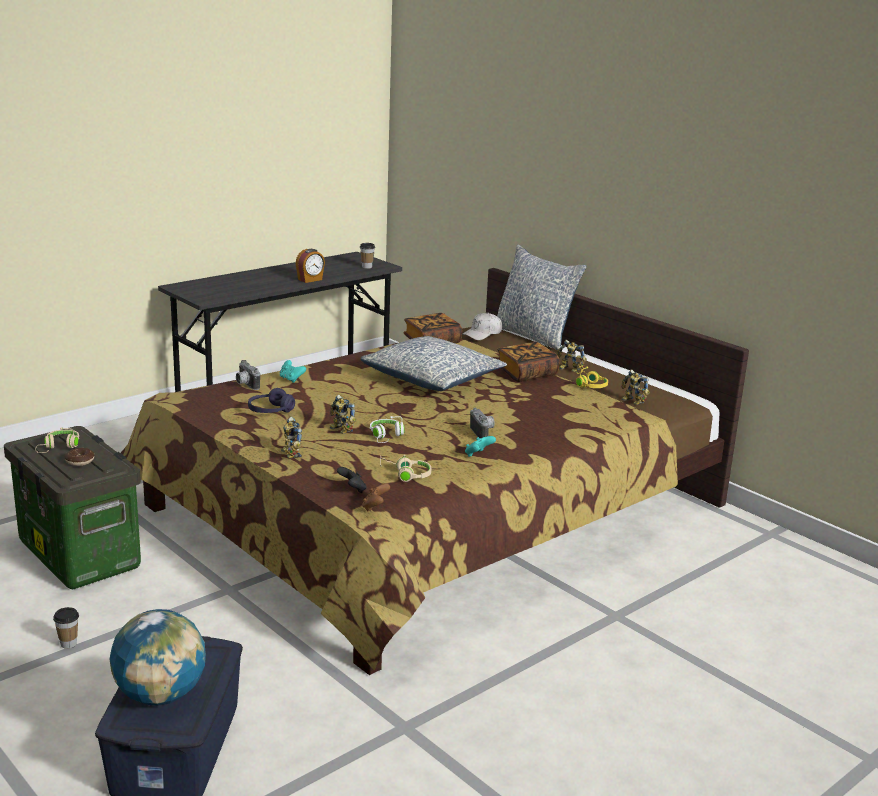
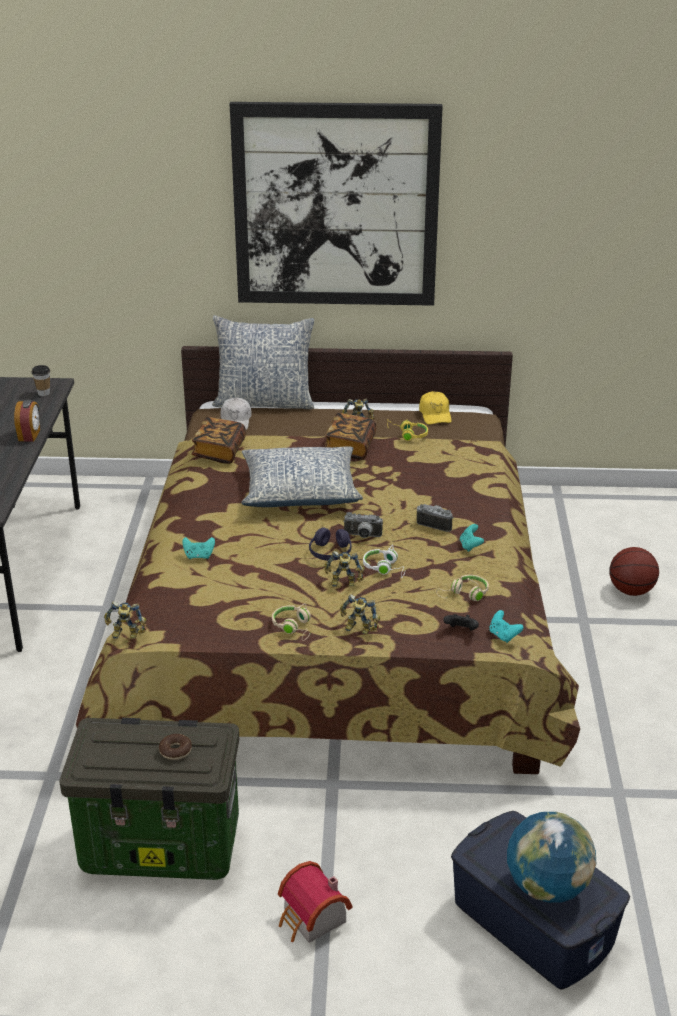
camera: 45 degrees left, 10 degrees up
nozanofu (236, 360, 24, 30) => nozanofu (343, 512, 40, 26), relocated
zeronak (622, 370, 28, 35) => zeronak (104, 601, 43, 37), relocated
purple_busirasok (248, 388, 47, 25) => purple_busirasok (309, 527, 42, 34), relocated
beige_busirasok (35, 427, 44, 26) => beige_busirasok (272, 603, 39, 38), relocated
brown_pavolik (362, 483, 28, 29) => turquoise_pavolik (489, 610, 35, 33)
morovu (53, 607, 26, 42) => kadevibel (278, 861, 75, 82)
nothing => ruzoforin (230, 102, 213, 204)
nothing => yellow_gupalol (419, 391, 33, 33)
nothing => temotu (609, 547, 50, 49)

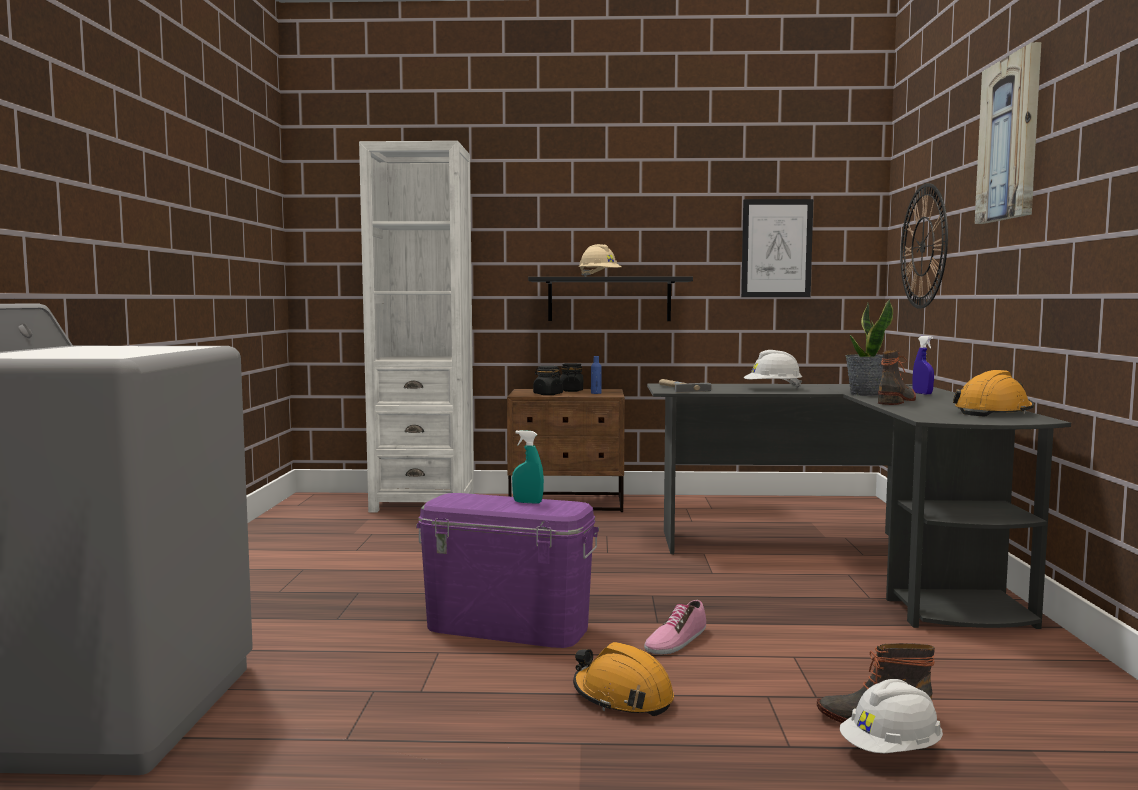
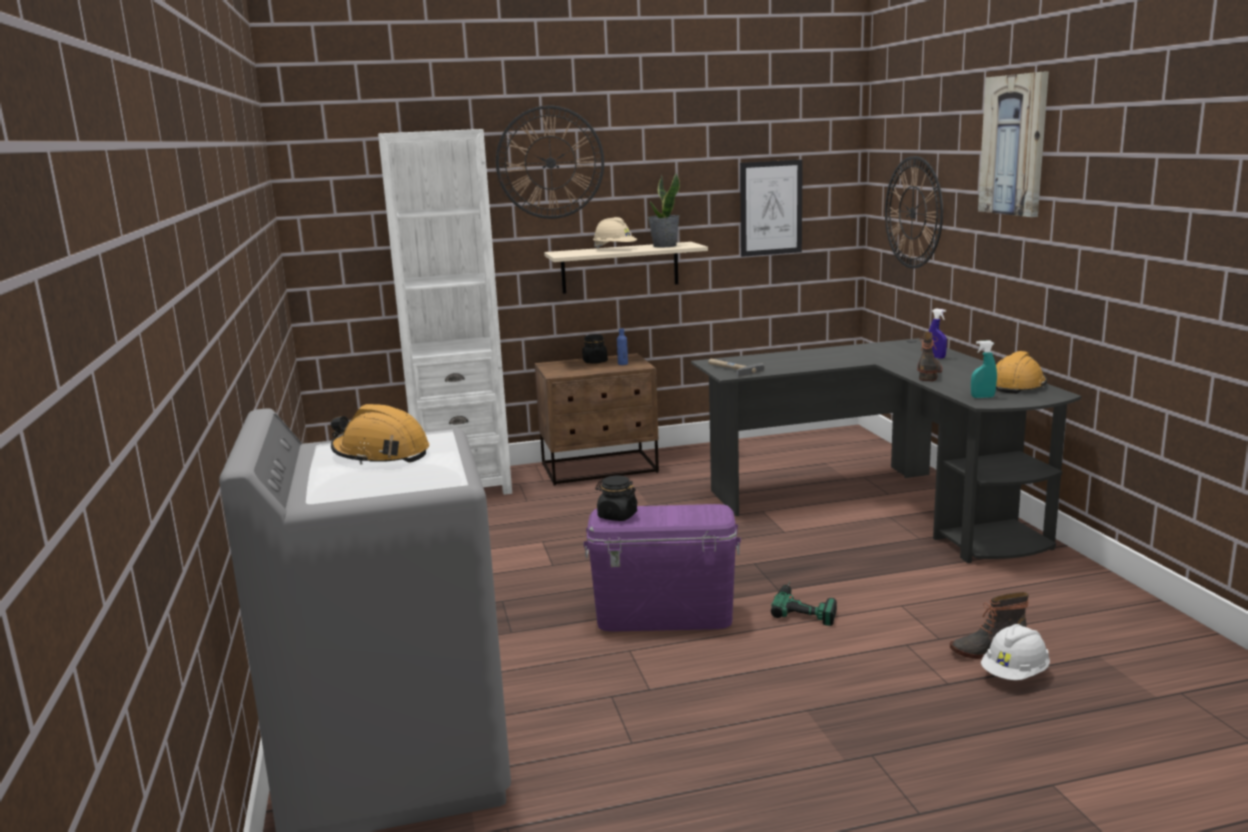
camera: 15 degrees left, 10 degrees up
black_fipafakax (528, 277, 165, 44) => beige_fipafakax (544, 242, 164, 52)
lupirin (845, 299, 48, 97) => lupirin (648, 172, 32, 76), relocated
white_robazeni (744, 350, 58, 38) => nothing
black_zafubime (533, 366, 30, 29) => black_zafubime (595, 476, 43, 45), relocated
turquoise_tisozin (512, 430, 32, 74) => turquoise_tisozin (971, 341, 26, 57), relocated
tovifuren (644, 600, 62, 55) => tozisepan (771, 581, 66, 45)
orange_robazeni (573, 642, 101, 74) => orange_robazeni (331, 404, 98, 60), relocated
nothing => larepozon (496, 105, 108, 114)

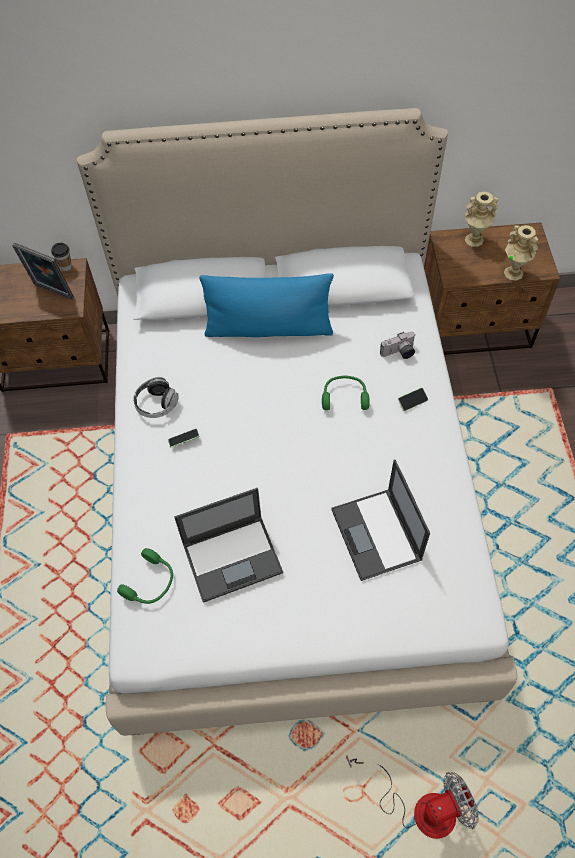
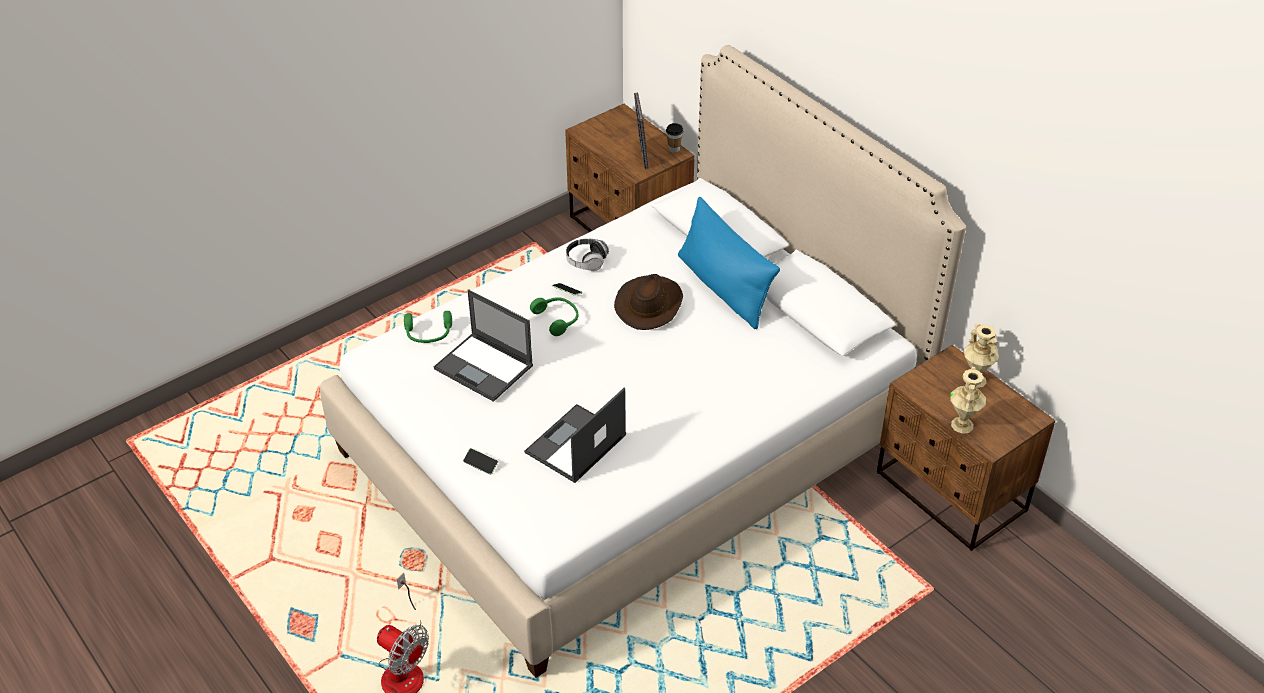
camera: 55 degrees right, 15 degrees down
nozanofu (380, 332, 35, 27) => nothing
green_busirasok (322, 375, 48, 35) => green_busirasok (530, 297, 48, 39), relocated
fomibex (398, 388, 30, 23) => fomibex (463, 448, 35, 27), relocated
nothing => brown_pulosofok (614, 274, 69, 56)

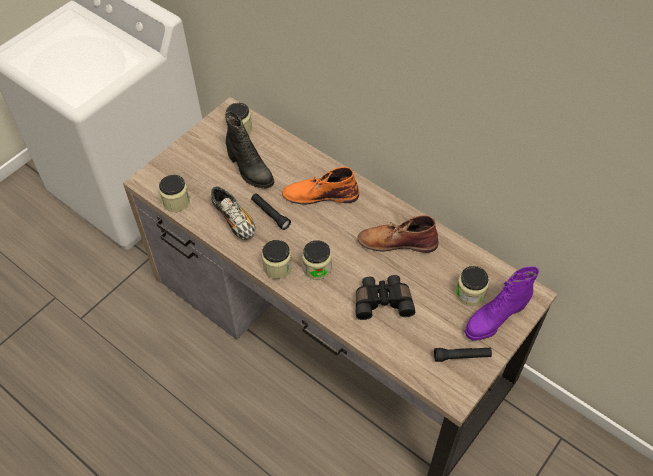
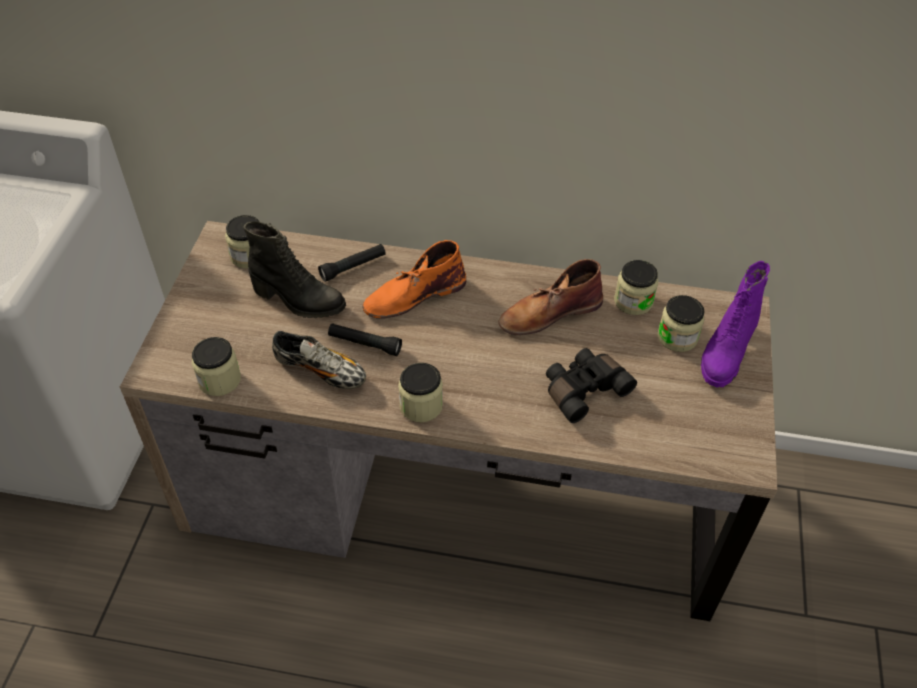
camera: 30 degrees left, 5 degrees down
zafubime (302, 240, 30, 40) => zafubime (614, 260, 44, 55), relocated
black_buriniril (434, 347, 58, 15) => black_buriniril (318, 244, 68, 38), relocated

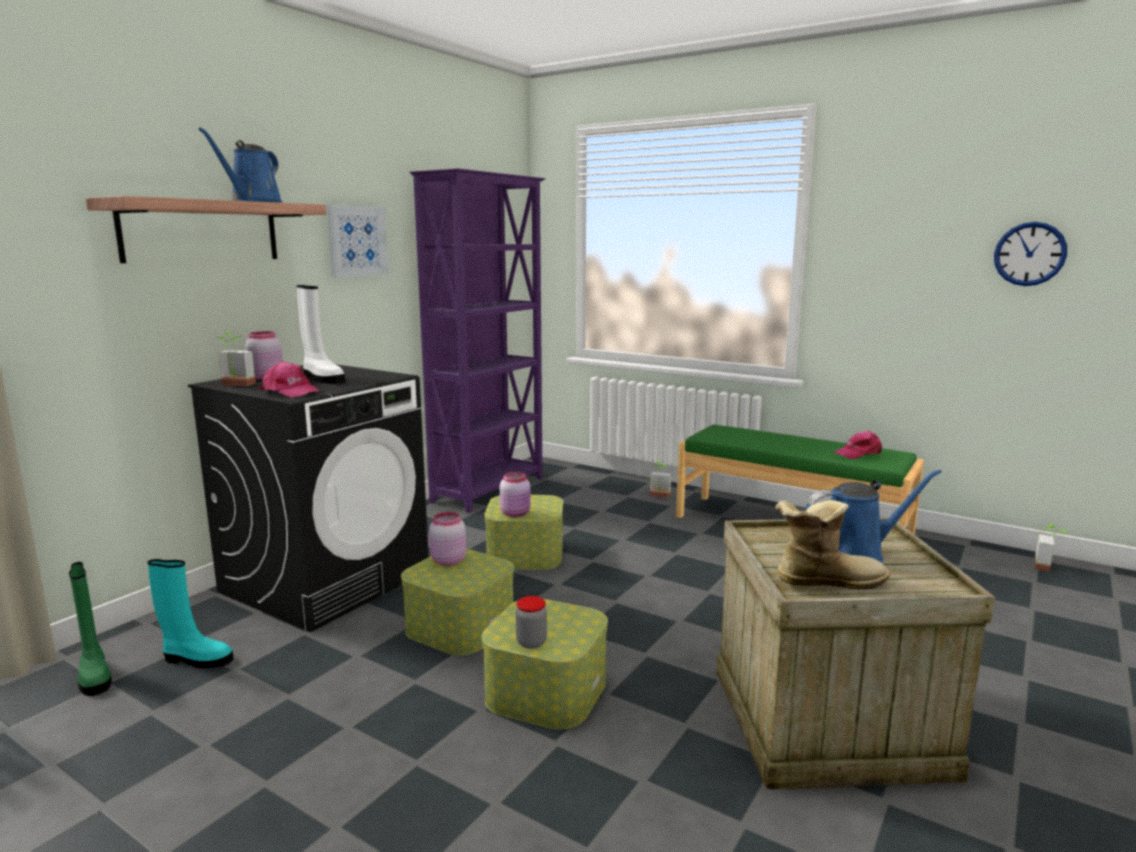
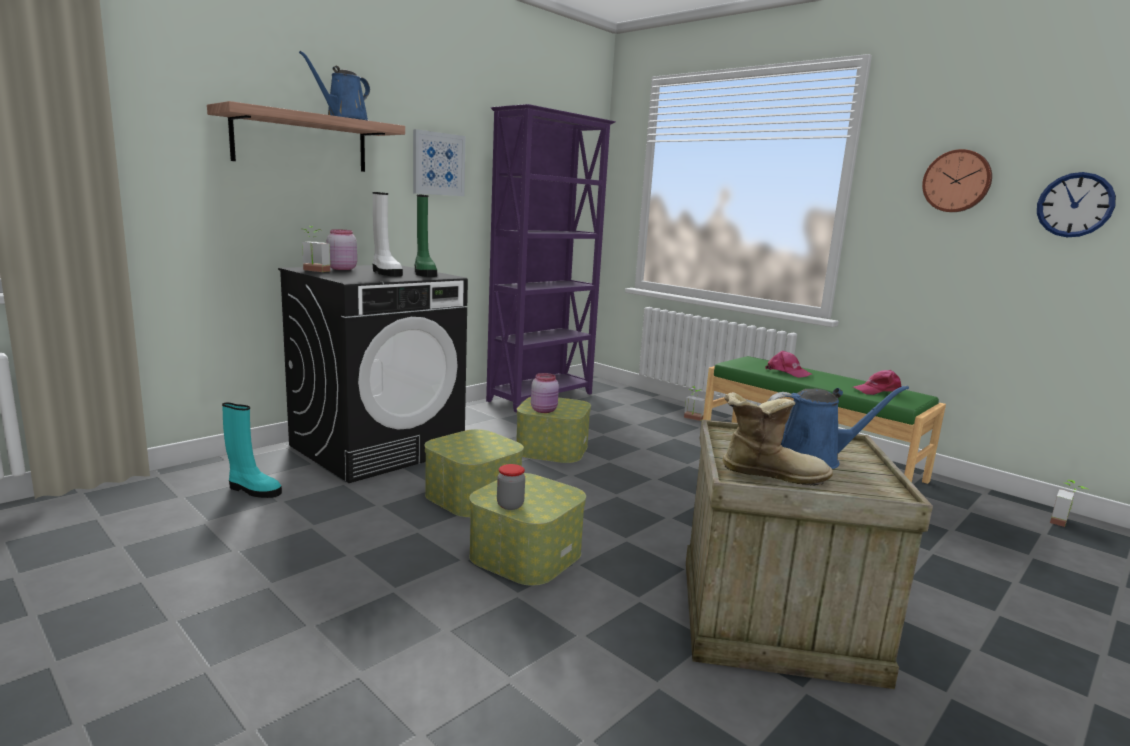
camera: 10 degrees right, 0 degrees up
pink_gupalol (259, 361, 62, 37) => pink_gupalol (765, 351, 47, 27), relocated
pink_zafubime (429, 512, 37, 54) => nothing
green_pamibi (69, 562, 43, 134) => green_pamibi (415, 194, 22, 83), relocated
nothing => larepozon (922, 149, 70, 63)

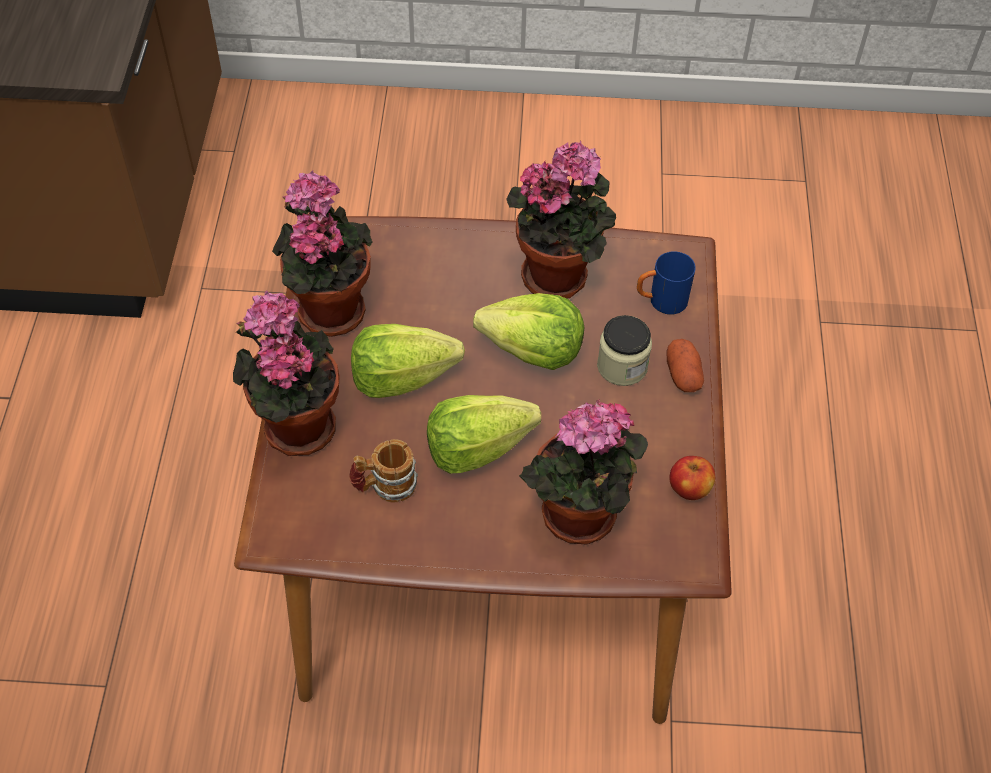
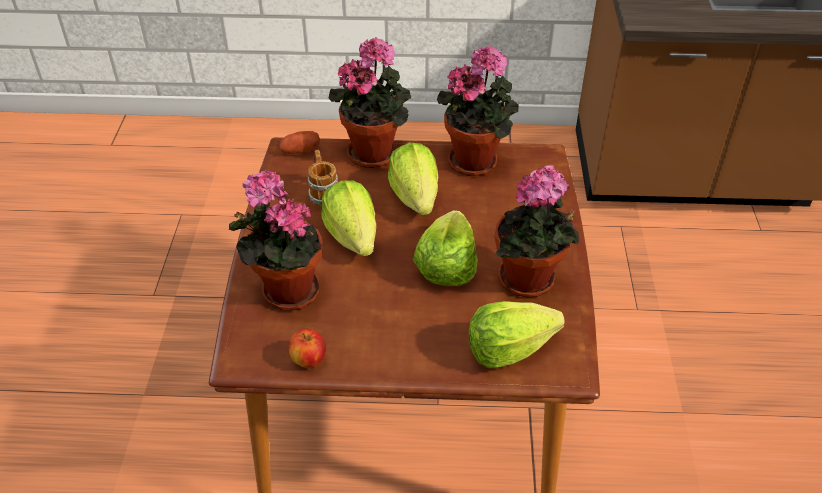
camera: 90 degrees right, 10 degrees down
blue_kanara (637, 251, 59, 64) => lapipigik (469, 301, 96, 67)
zafubime (597, 315, 55, 71) => nothing
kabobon (667, 339, 37, 53) => kabobon (279, 131, 41, 23), relocated

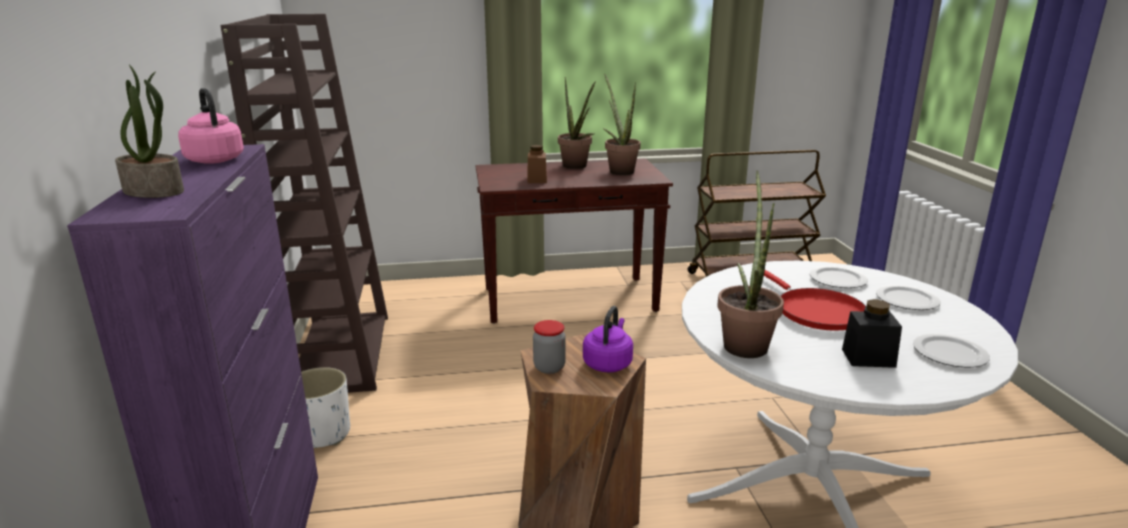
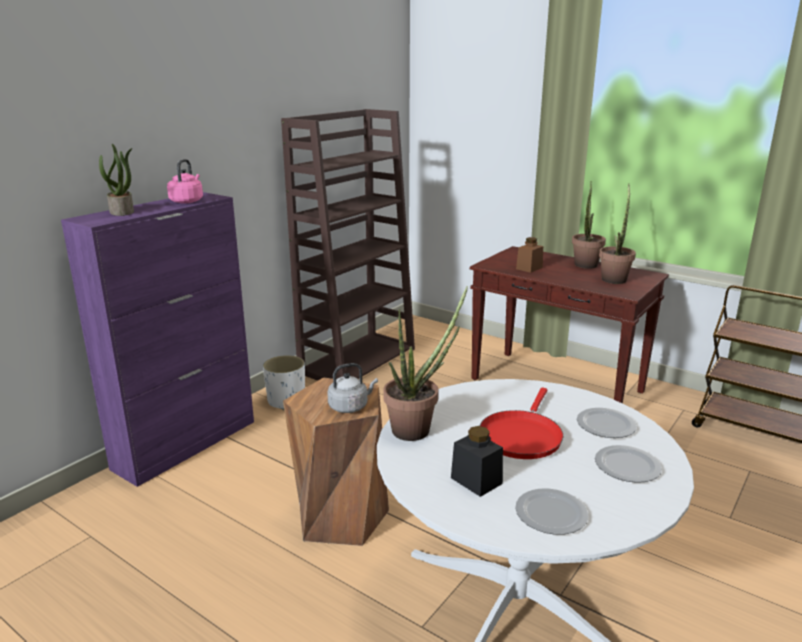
camera: 45 degrees right, 0 degrees up
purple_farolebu (583, 306, 50, 66) => grey_farolebu (327, 363, 51, 50)
zafubime (533, 320, 33, 54) => nothing

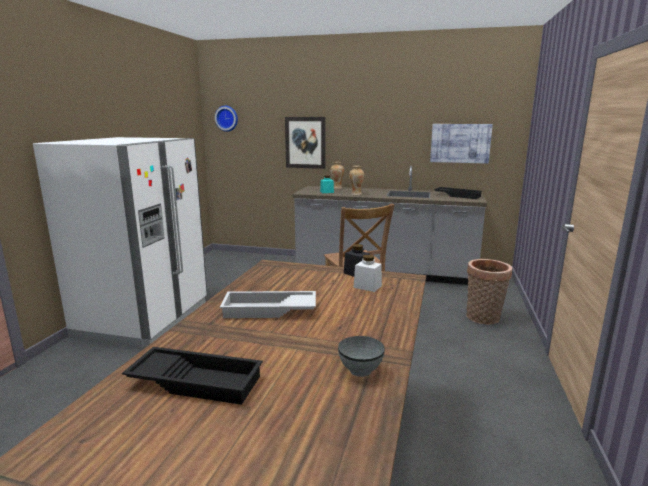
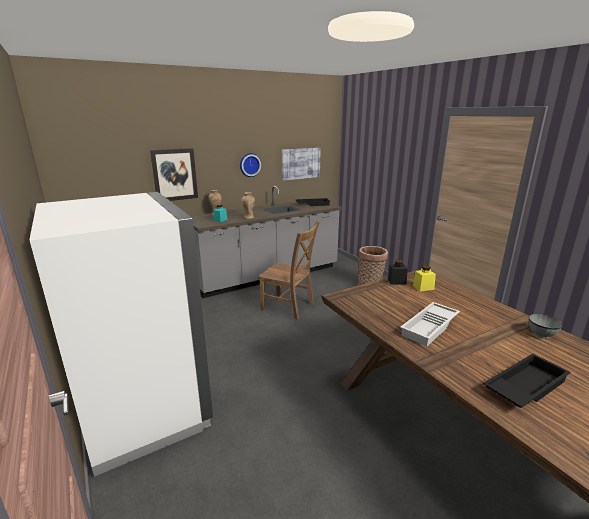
camera: 45 degrees left, 5 degrees up
larepozon (215, 106, 23, 26) => larepozon (240, 153, 21, 24), relocated
white_zafubime (353, 255, 29, 37) => yellow_zafubime (413, 265, 23, 27)

